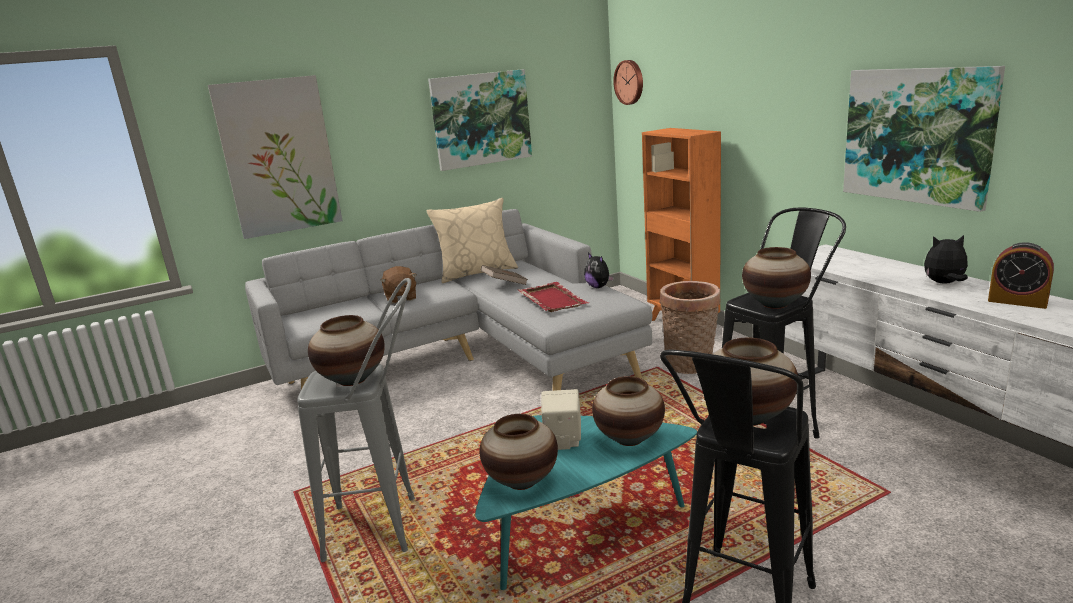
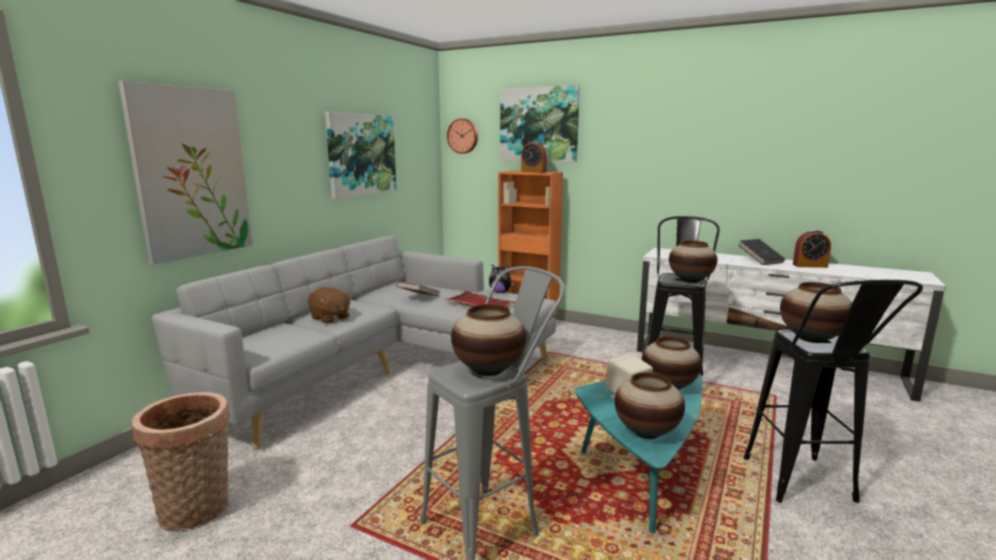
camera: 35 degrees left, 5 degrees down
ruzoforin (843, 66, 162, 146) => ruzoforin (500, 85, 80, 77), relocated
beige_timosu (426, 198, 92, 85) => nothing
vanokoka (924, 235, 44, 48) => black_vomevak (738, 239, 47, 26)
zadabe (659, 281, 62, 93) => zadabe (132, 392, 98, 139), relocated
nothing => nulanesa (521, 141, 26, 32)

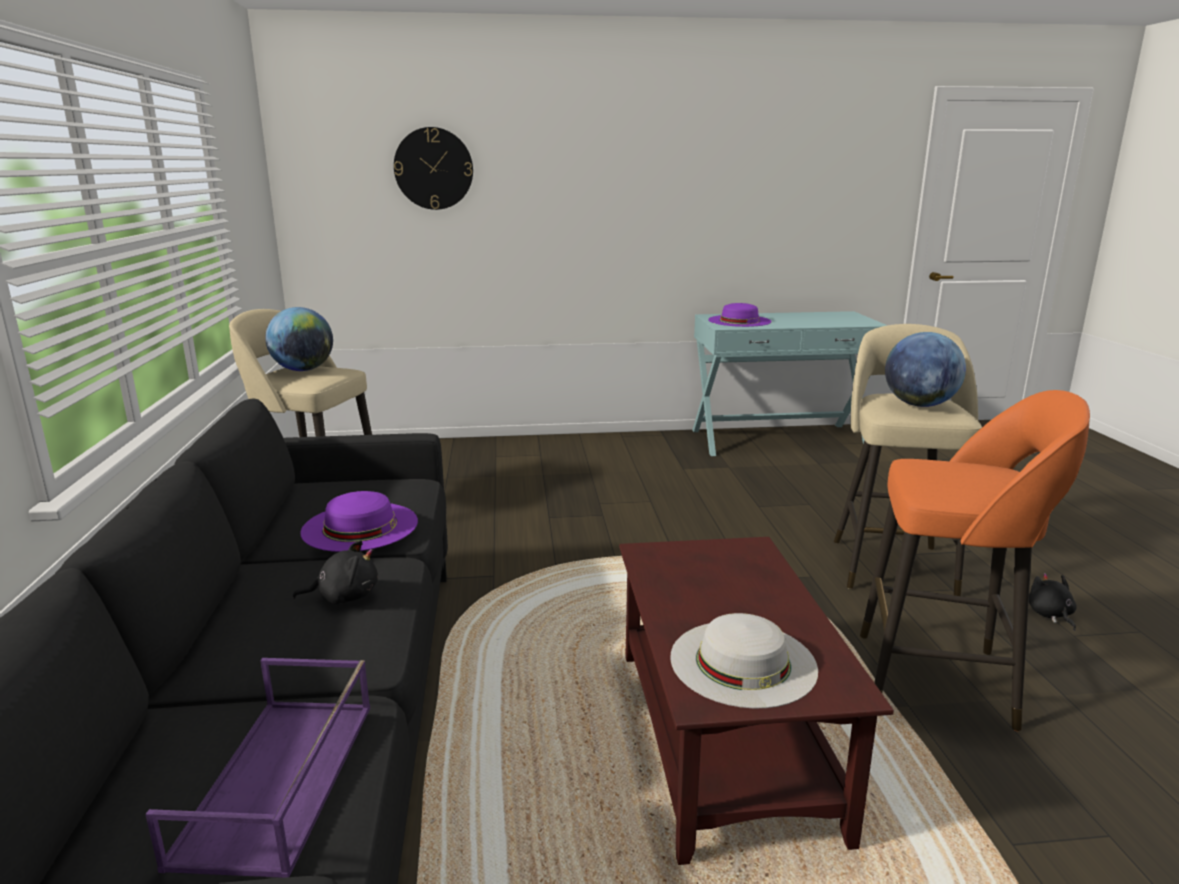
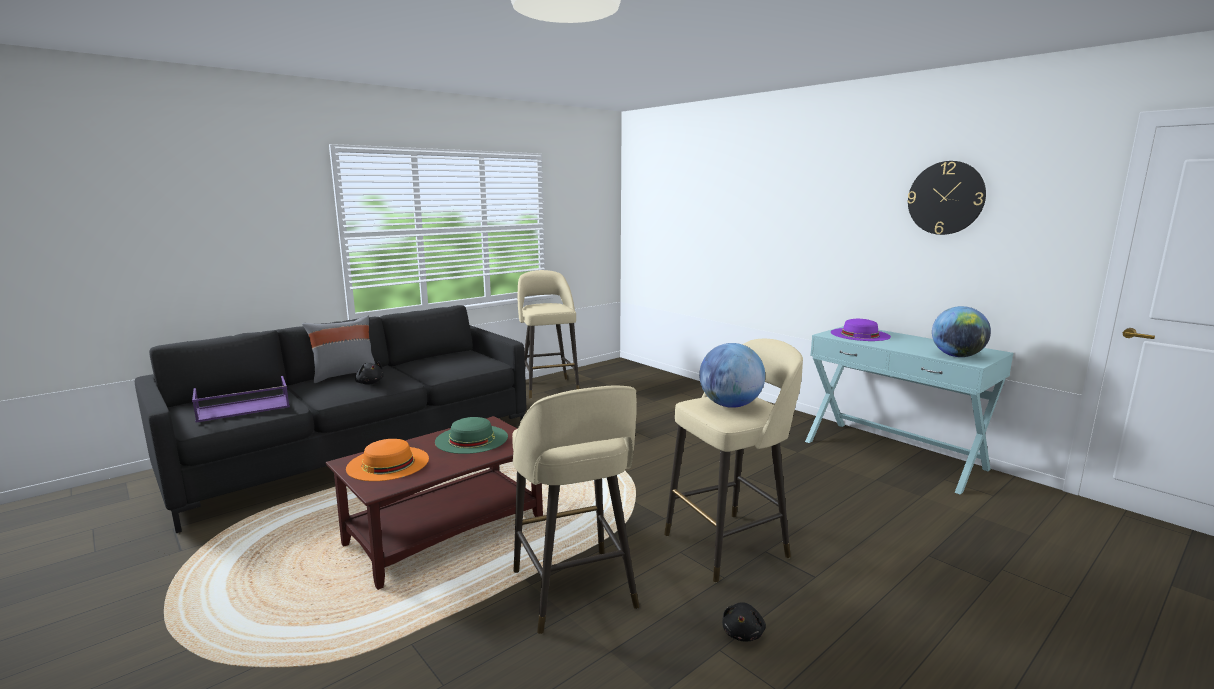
camera: 55 degrees right, 5 degrees down
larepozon (394, 127, 79, 83) => larepozon (907, 161, 79, 74), relocated
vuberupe (265, 307, 68, 64) => vuberupe (932, 306, 59, 51), relocated
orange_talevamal (860, 390, 230, 341) => beige_talevamal (512, 386, 127, 248)
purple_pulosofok (300, 491, 118, 61) => nothing
black_vanokoka (1029, 573, 48, 58) => black_vanokoka (722, 602, 44, 40), 150 degrees clockwise
white_pulosofok (670, 613, 148, 95) => orange_pulosofok (346, 439, 83, 42)
nothing => grey_timosu (302, 315, 73, 68)
nothing => green_pulosofok (435, 417, 73, 37)

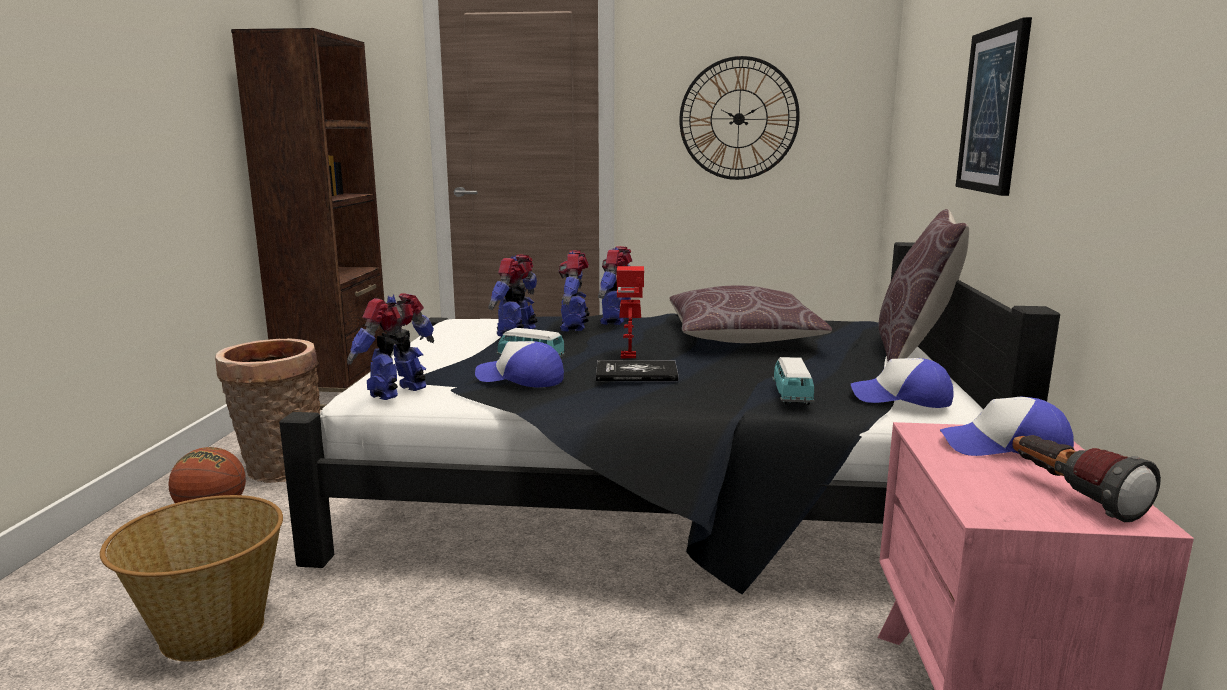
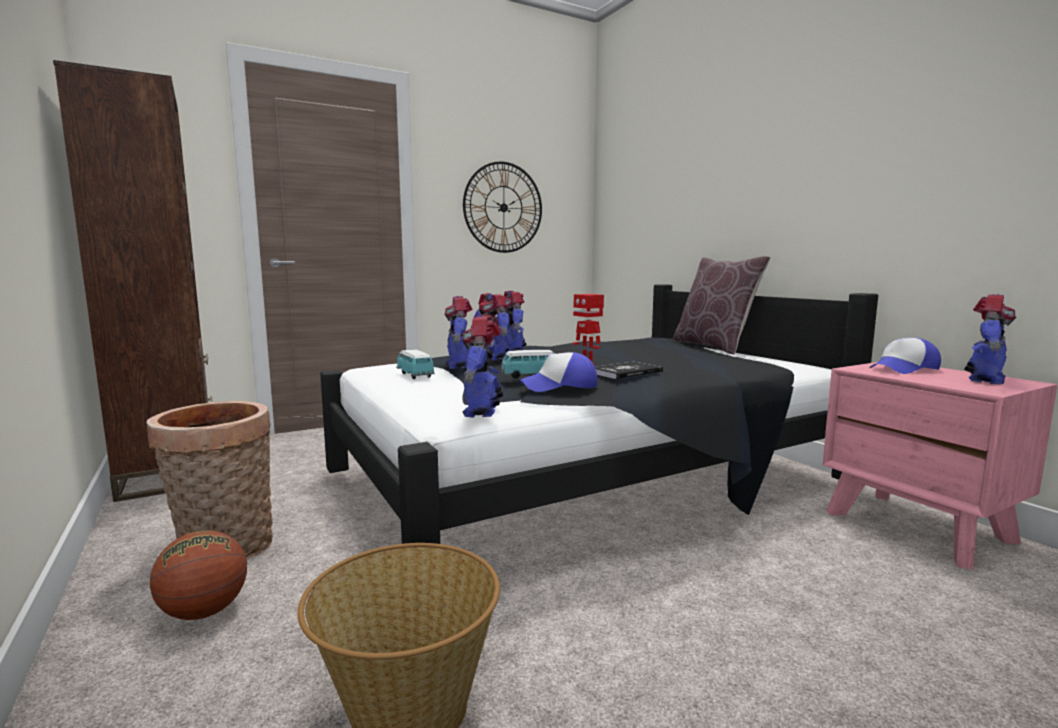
camera: 35 degrees left, 5 degrees down
ruzoforin (955, 17, 77, 179) => nothing
brown_timosu (669, 285, 163, 58) => nothing
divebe (772, 357, 42, 48) => divebe (396, 349, 39, 30), relocated
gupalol (851, 358, 103, 50) => nothing
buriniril (1012, 435, 149, 87) => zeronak (964, 294, 53, 91)

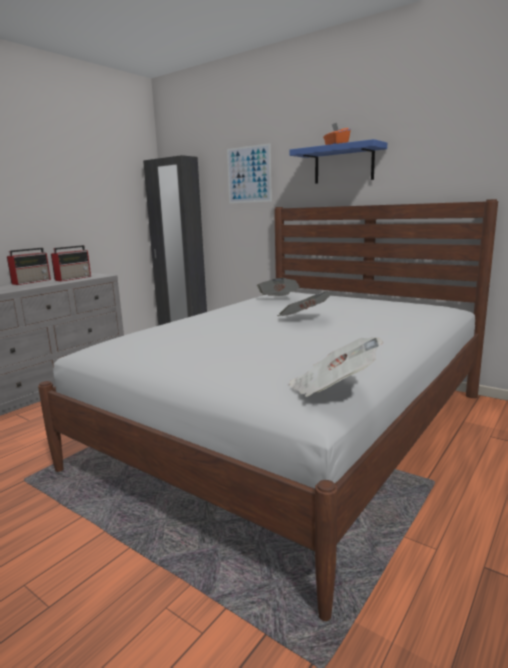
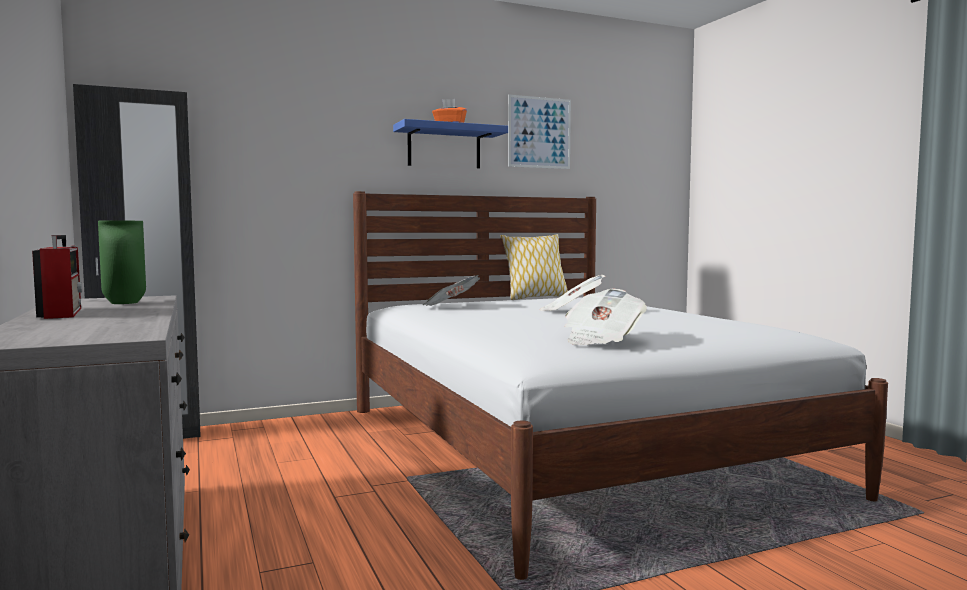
camera: 60 degrees left, 10 degrees down
ruzoforin (227, 143, 45, 60) => ruzoforin (508, 95, 63, 74), relocated
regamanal (51, 245, 40, 36) => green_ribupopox (98, 220, 48, 84)
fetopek (289, 337, 94, 60) => fetopek (564, 289, 83, 56), relocated
nothing => timosu (500, 234, 68, 66)

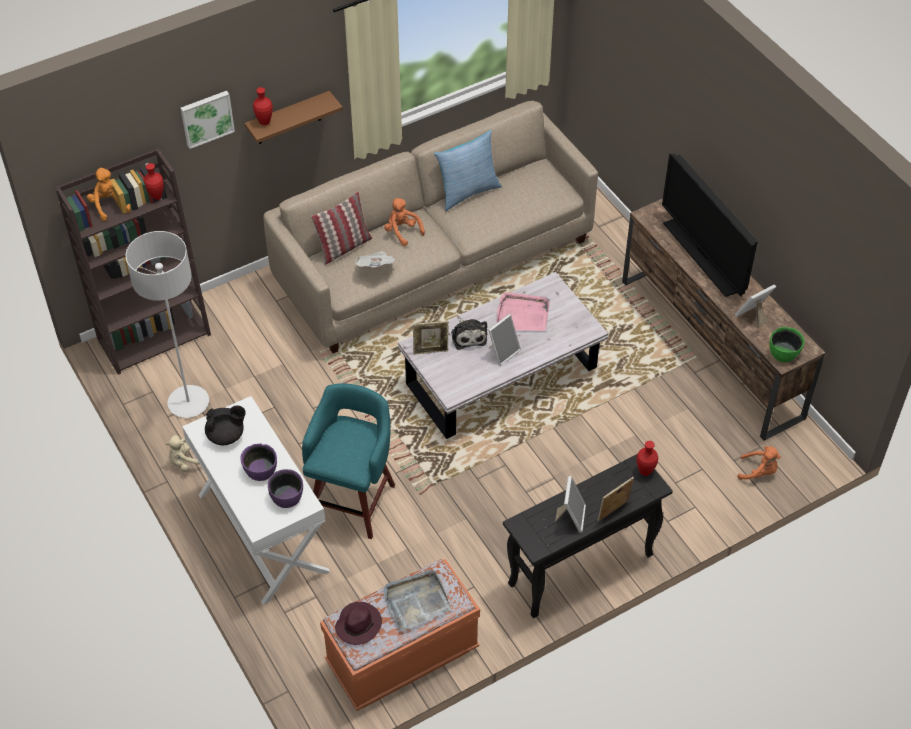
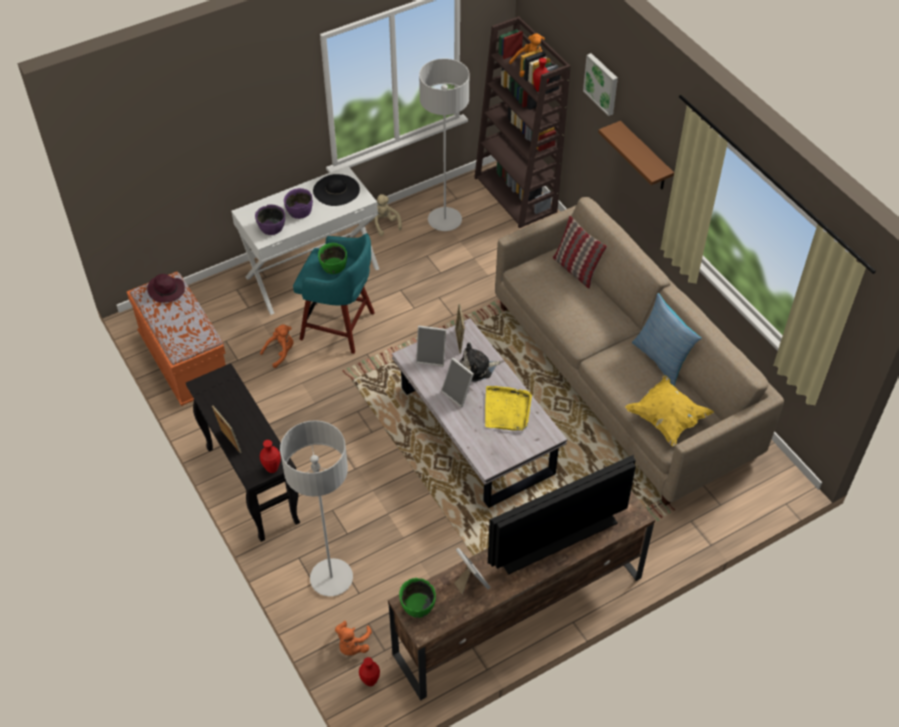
camera: 90 degrees right, 0 degrees up
red_ribupopox (253, 87, 20, 38) => red_ribupopox (359, 657, 21, 29), relocated
orange_vanokoka (384, 198, 41, 48) => orange_vanokoka (260, 324, 34, 44), relocated
fetopek (355, 251, 41, 17) => nothing
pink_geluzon (496, 292, 54, 39) => yellow_geluzon (485, 386, 47, 45)
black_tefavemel (205, 405, 41, 40) => black_pulosofok (313, 174, 47, 32)
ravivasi (555, 476, 31, 57) => ravivasi (416, 326, 30, 40), relocated
grey_geluzon (383, 570, 68, 61) => nothing
nothing => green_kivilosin (318, 243, 29, 31)
nothing => yellow_timosu (625, 375, 89, 71)
nothing => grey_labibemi (280, 421, 73, 175)

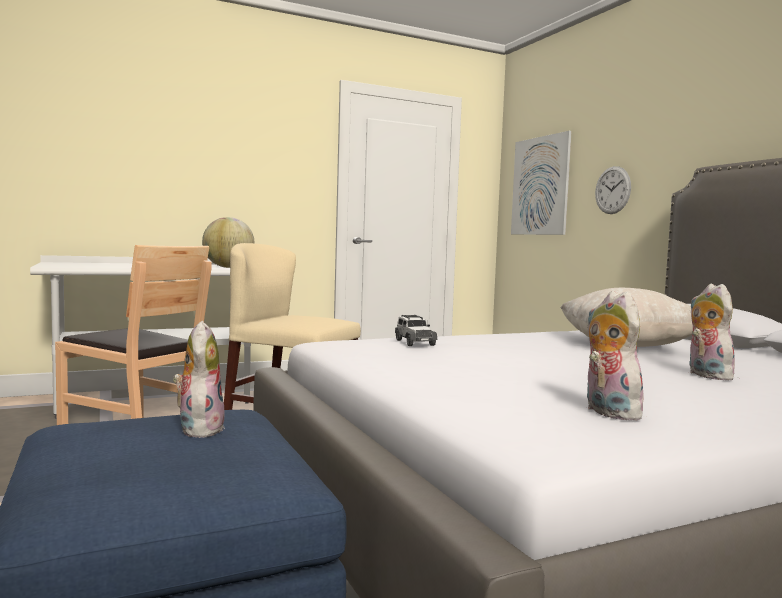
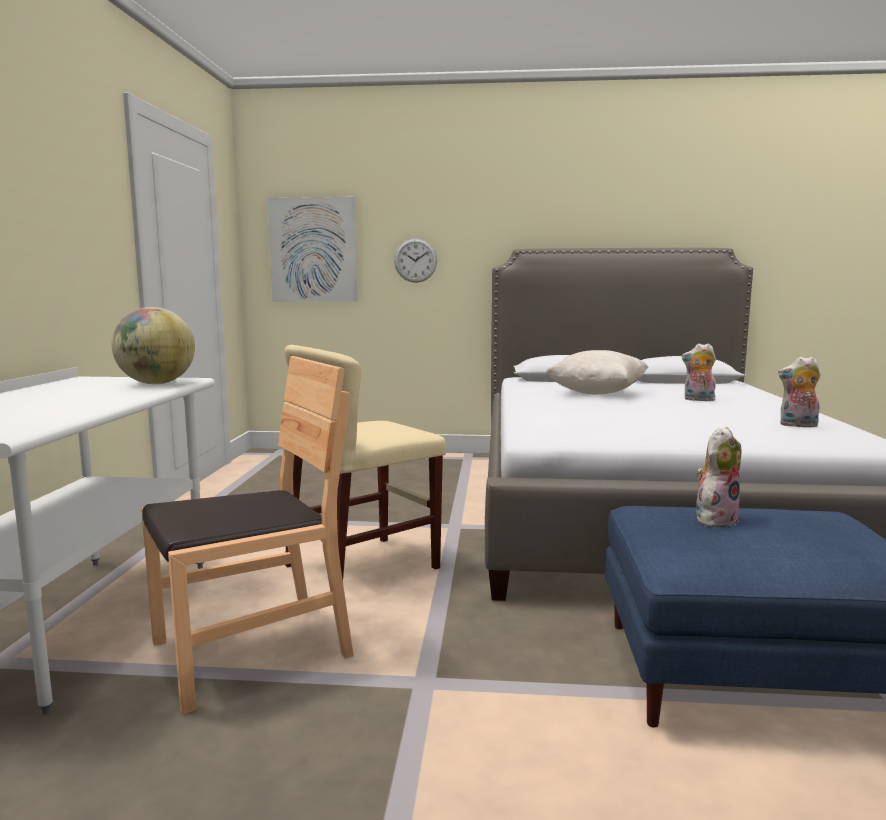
camera: 60 degrees left, 5 degrees up
divebe (395, 315, 42, 31) => nothing
vanokoka (173, 321, 52, 117) => vanokoka (696, 426, 45, 101), 120 degrees clockwise

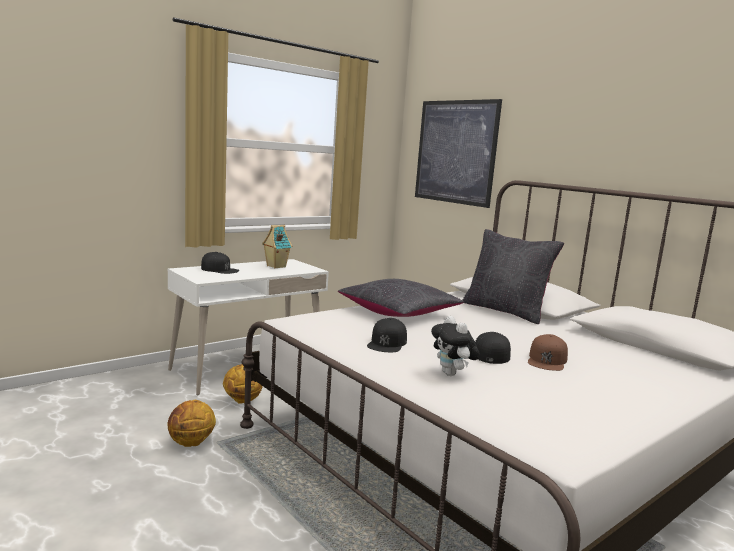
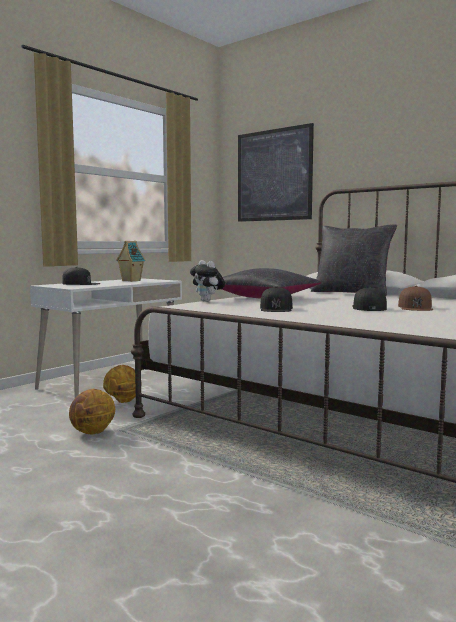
camera: 10 degrees left, 5 degrees down
vanokoka (431, 316, 49, 60) => vanokoka (190, 260, 35, 42), relocated

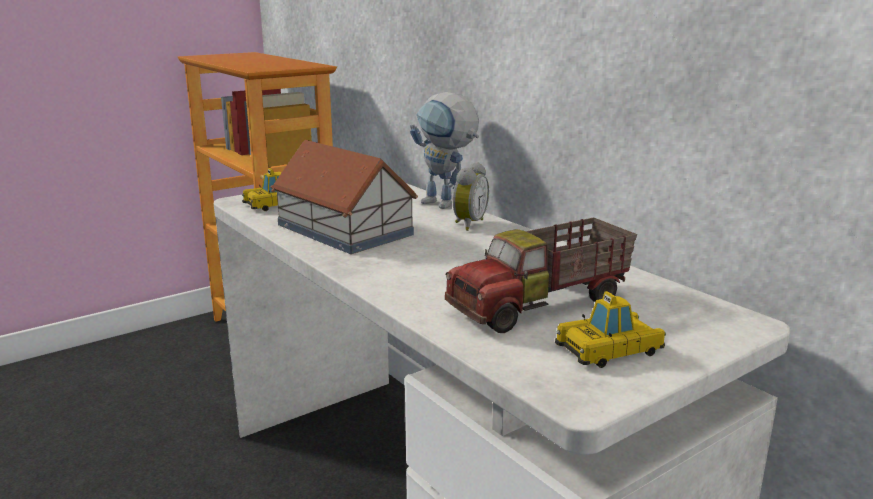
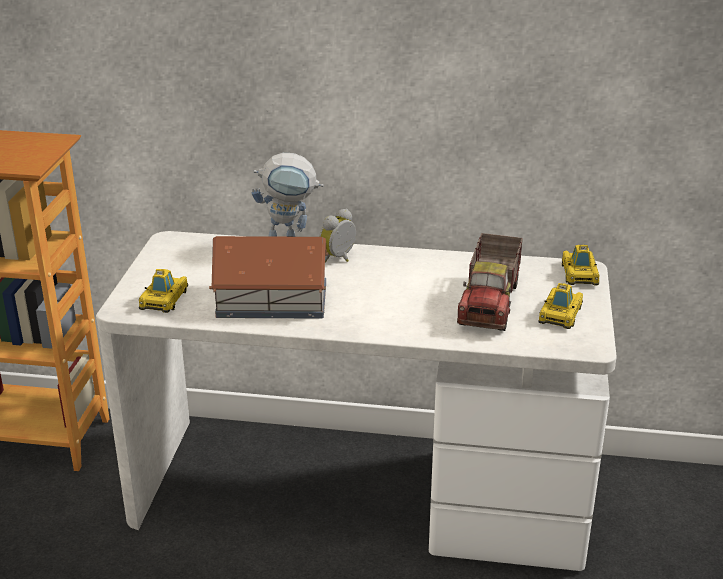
camera: 45 degrees left, 10 degrees up
nulanesa (452, 162, 37, 69) => nulanesa (319, 209, 37, 54), 120 degrees counterclockwise
nothing => divebe (562, 245, 37, 40)

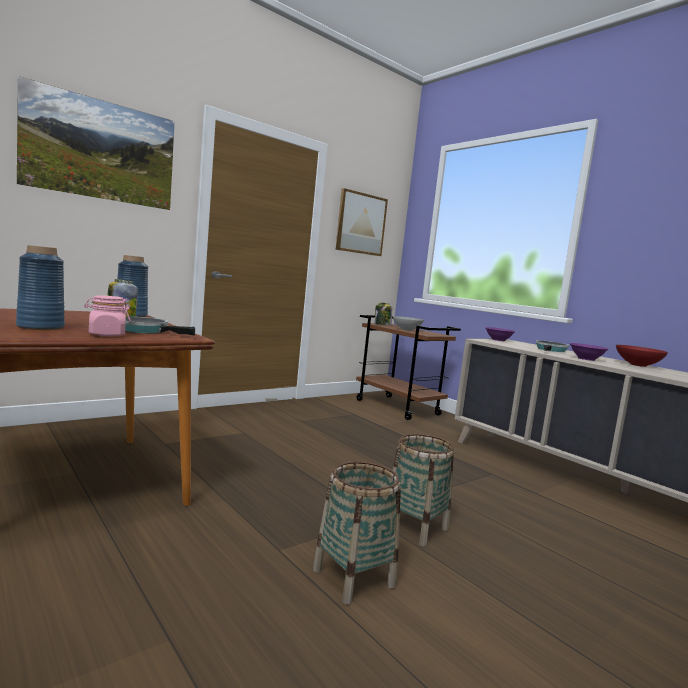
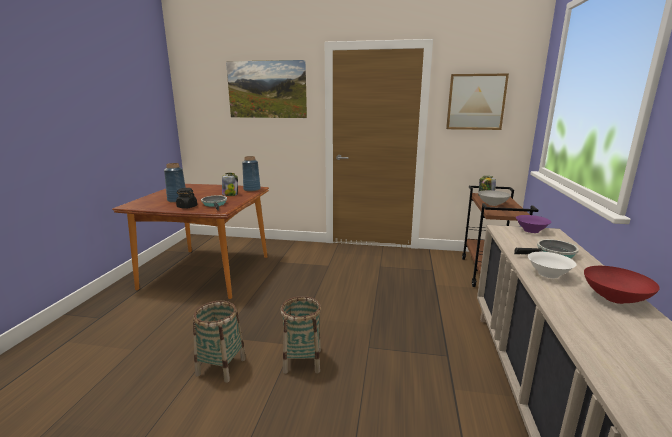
camera: 50 degrees right, 10 degrees up
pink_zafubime (84, 295, 47, 41) => black_zafubime (176, 188, 21, 21)
purple_kivilosin (569, 343, 39, 18) => white_kivilosin (528, 252, 48, 26)

